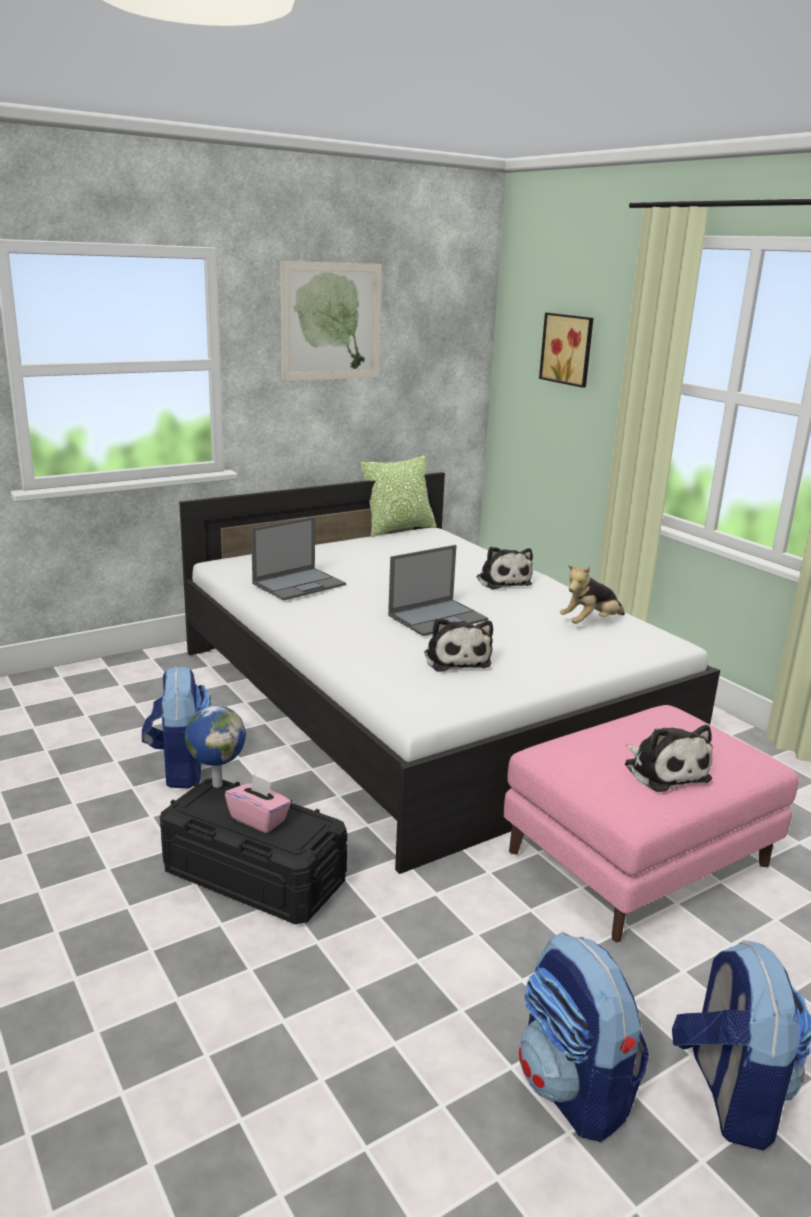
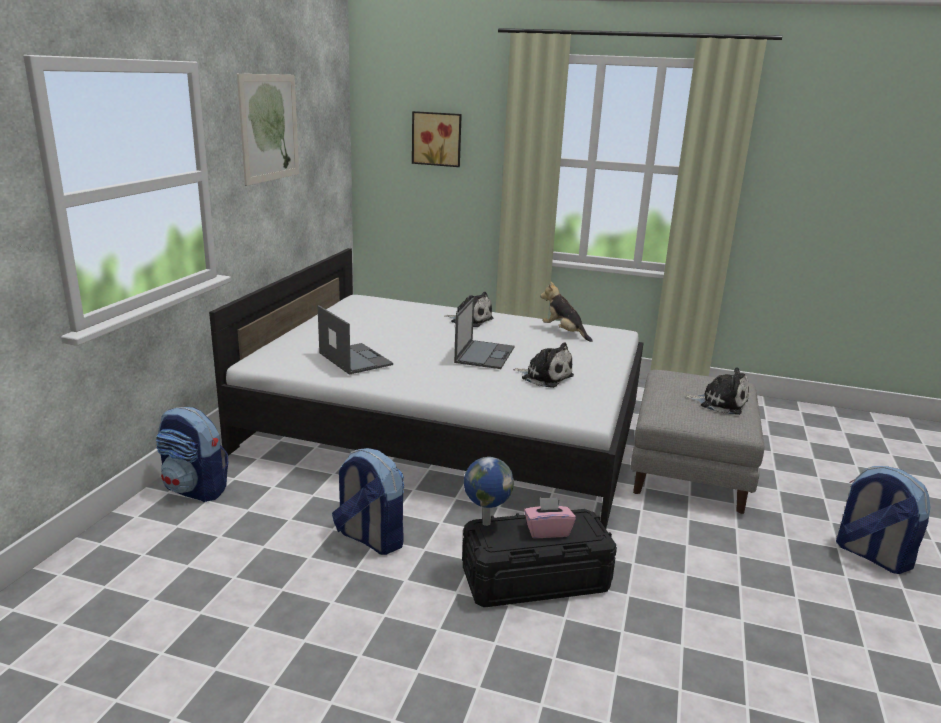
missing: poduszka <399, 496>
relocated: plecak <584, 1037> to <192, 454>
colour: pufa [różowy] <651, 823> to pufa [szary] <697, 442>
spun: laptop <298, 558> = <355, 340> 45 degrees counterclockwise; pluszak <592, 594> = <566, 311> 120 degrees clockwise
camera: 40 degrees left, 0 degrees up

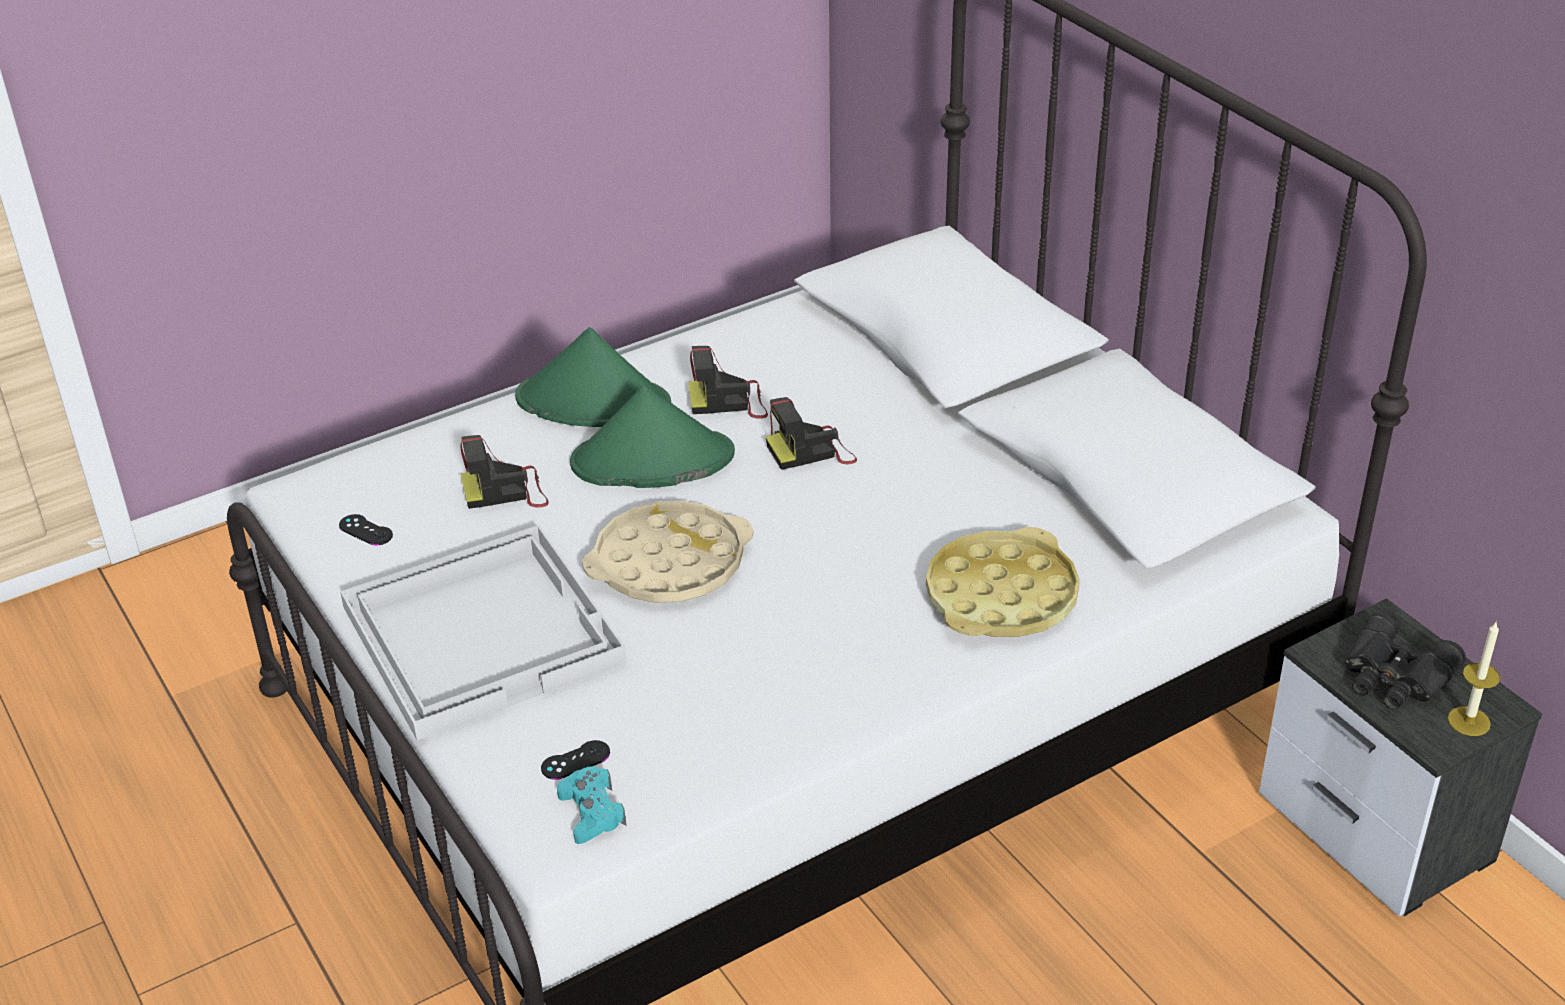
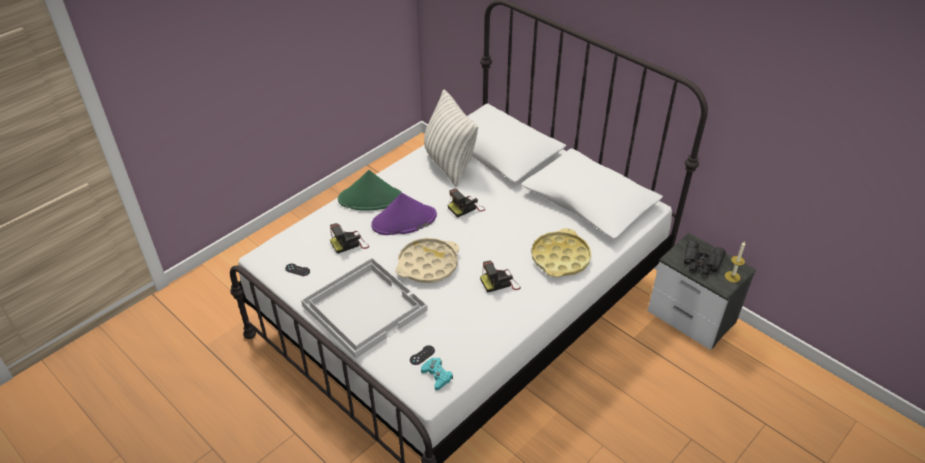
appeared: poduszka <451, 138>
relocated: aparat fotograficzny <728, 382> to <500, 277>
colour: kapelusz [zielony] <652, 436> to kapelusz [fioletowy] <404, 214>
camera: 15 degrees left, 5 degrees up

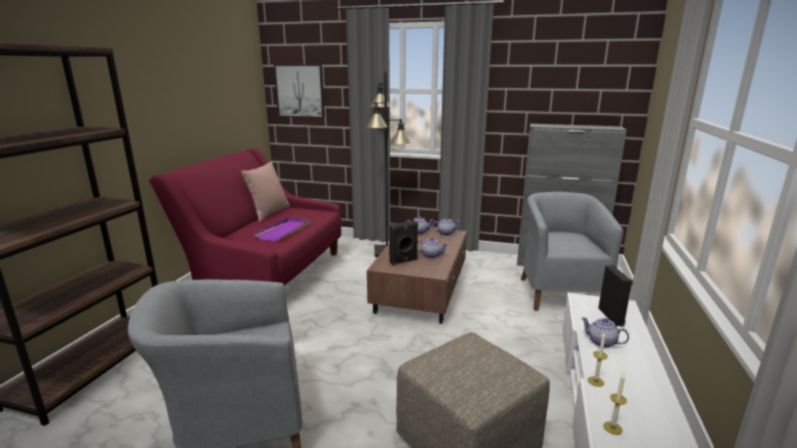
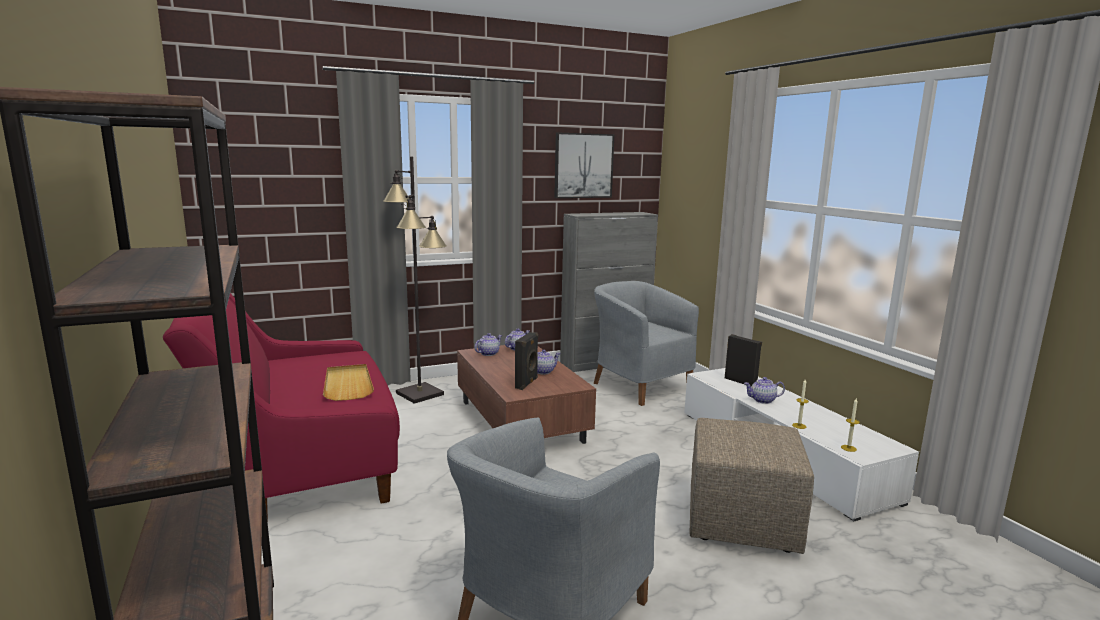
missing: poduszka [różowy] <265, 192>
relocated: obraz <299, 91> to <584, 165>
colour: taca [fioletowy] <281, 229> to taca [beżowy] <348, 382>
camera: 40 degrees left, 5 degrees down

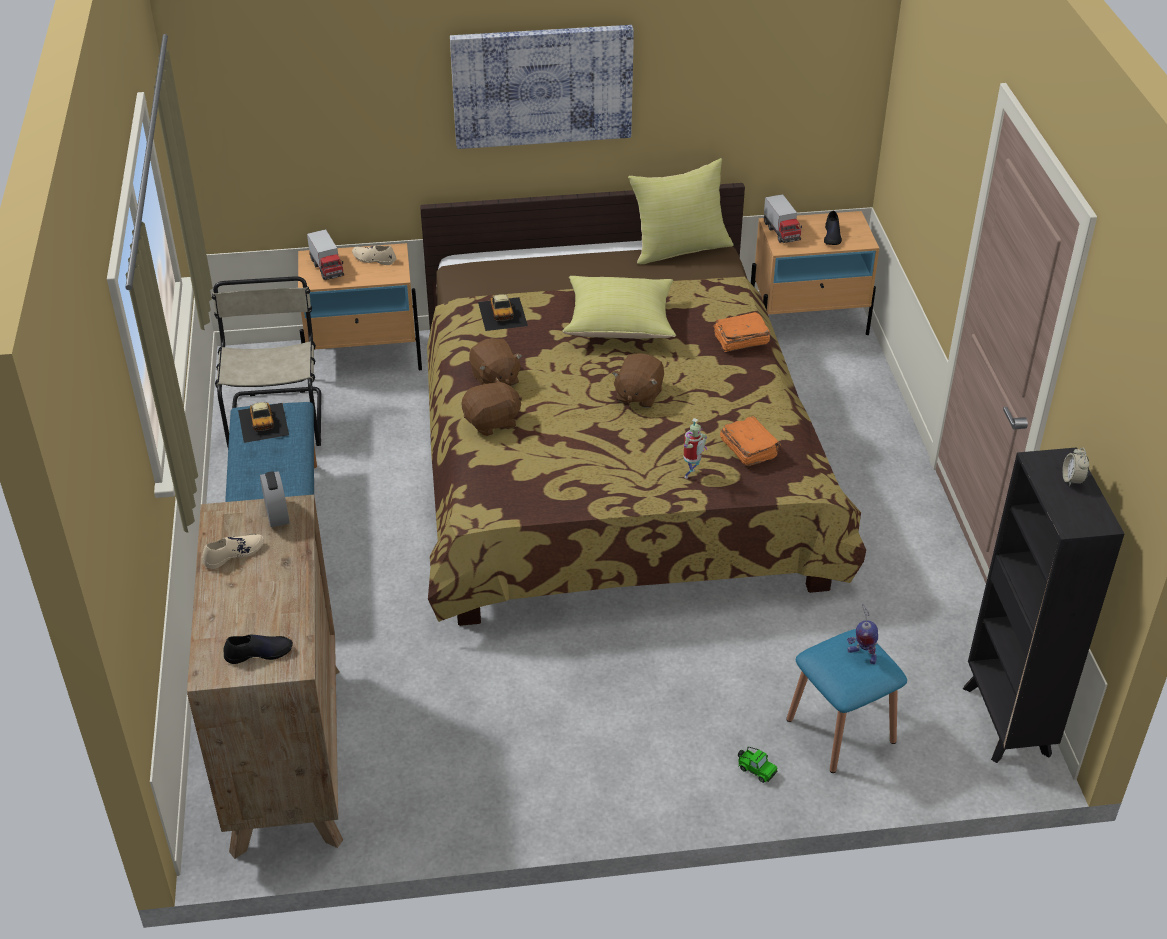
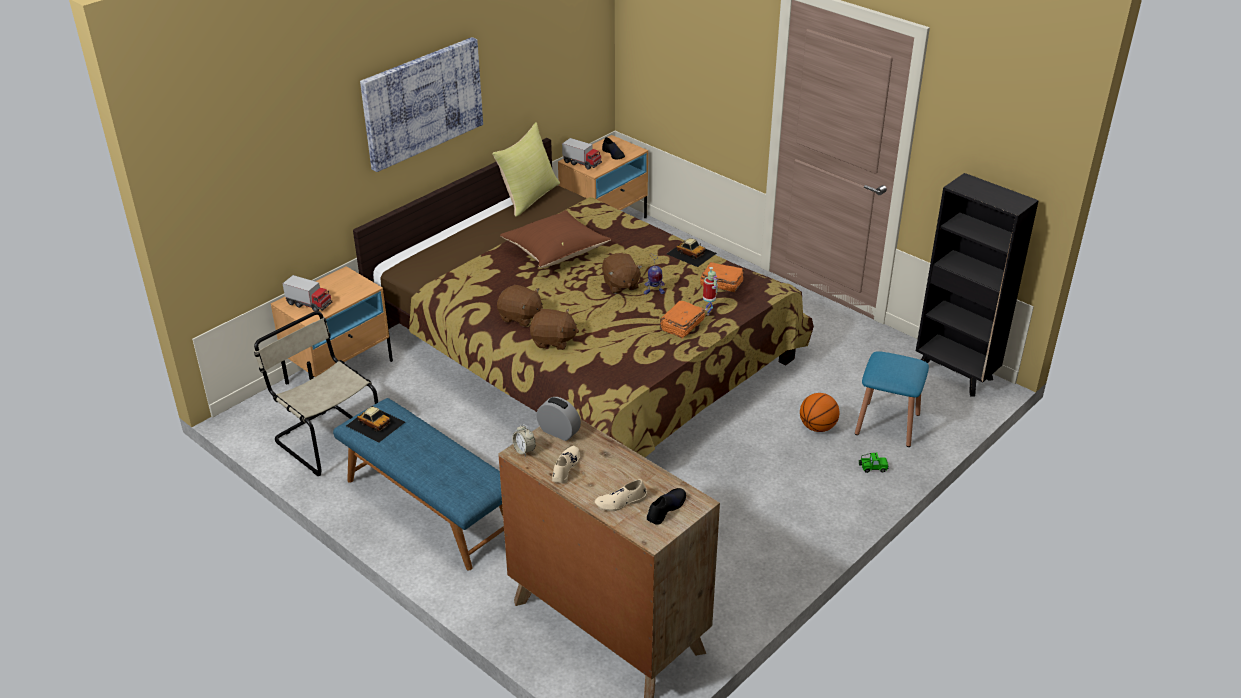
appeared: piłka do koszykówki <819, 412>
relocated: but [beżowy] <374, 255> to <621, 495>; samochodzik <503, 312> to <692, 252>; książka [pomarańczowy] <742, 332> to <682, 320>; robot zabawkowy <862, 634> to <654, 274>; budzik <1075, 467> to <524, 440>
colour: poduszka [żółty] <619, 307> to poduszka [brązowy] <555, 239>
spun: pluszak [brązowy] <492, 406> = <554, 329> 75 degrees clockwise
camera: 40 degrees left, 5 degrees down

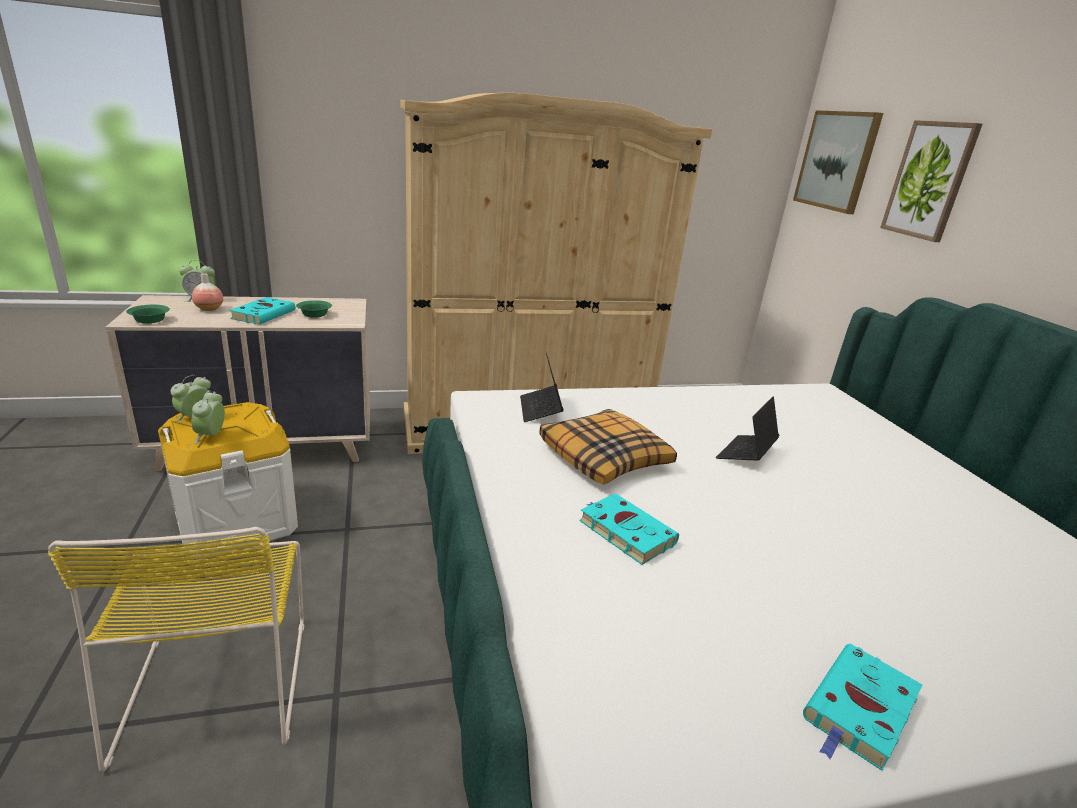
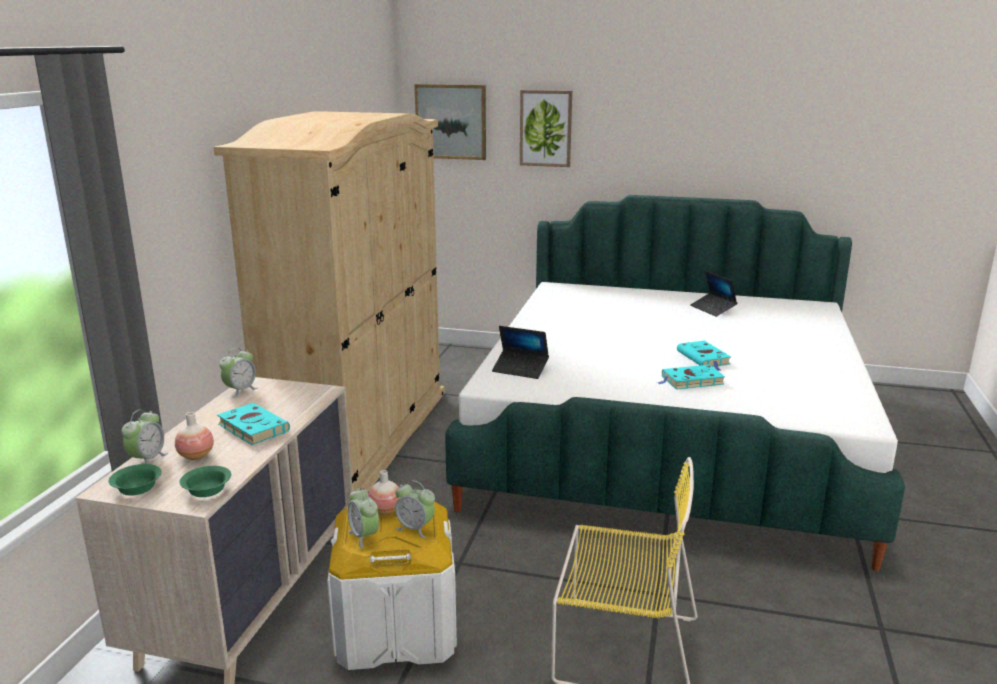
missing: poduszka <608, 447>
appeared: budzik <238, 373>; wazon <384, 492>
relocated: miska [zielony] <314, 308> to <135, 480>; laptop <747, 429> to <713, 294>; książka [turkusowy] <862, 707> to <704, 356>
camera: 60 degrees left, 5 degrees down

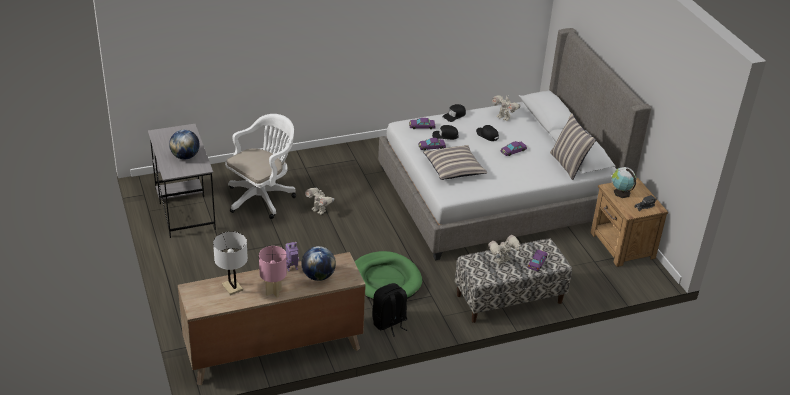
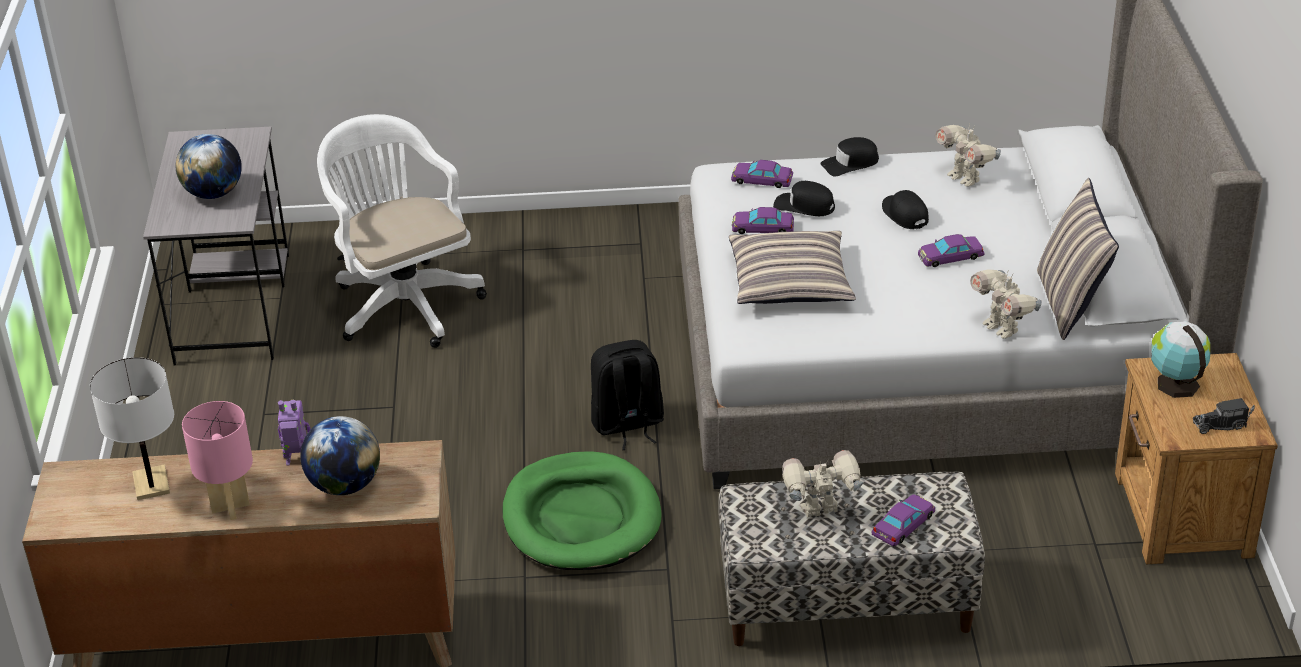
relocated: robot zabawkowy <319, 201> to <1006, 304>; plecak [czarny] <390, 310> to <627, 395>
spun: krzesło biurowe [biały] <260, 166> = <402, 231> 90 degrees counterclockwise
camera: 20 degrees right, 0 degrees up

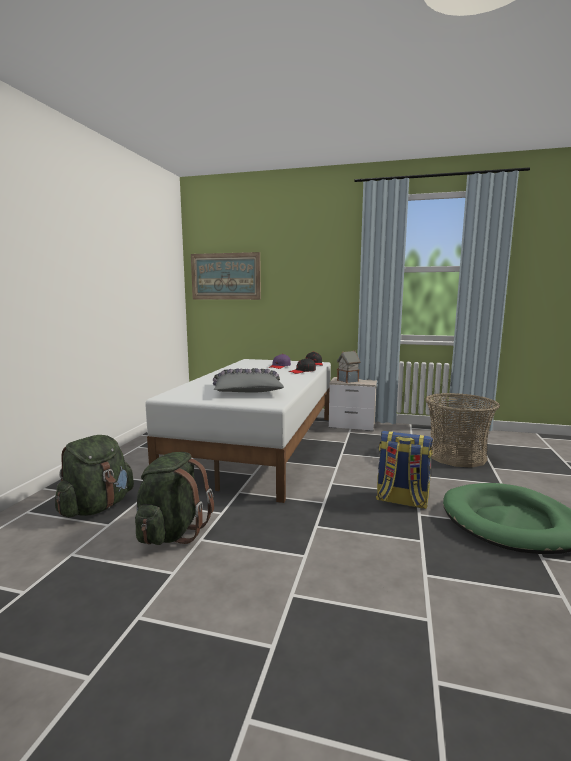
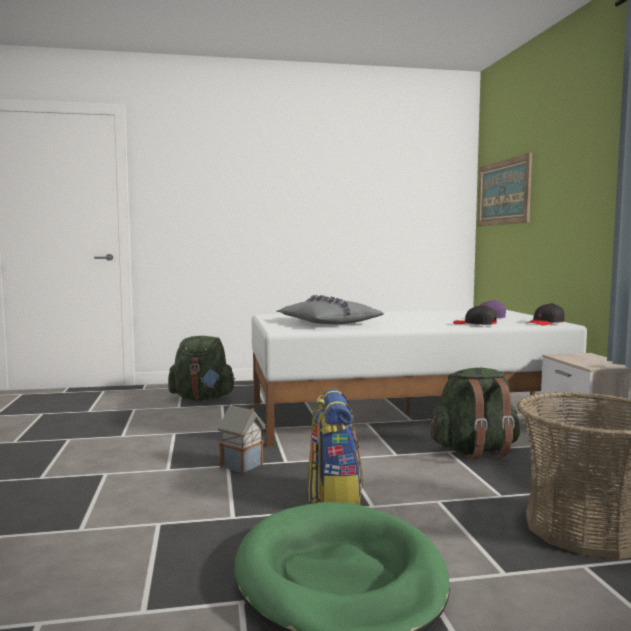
relocated: plecak [zielony] <174, 498> to <475, 414>; domek <349, 366> to <241, 439>
camera: 65 degrees right, 5 degrees down

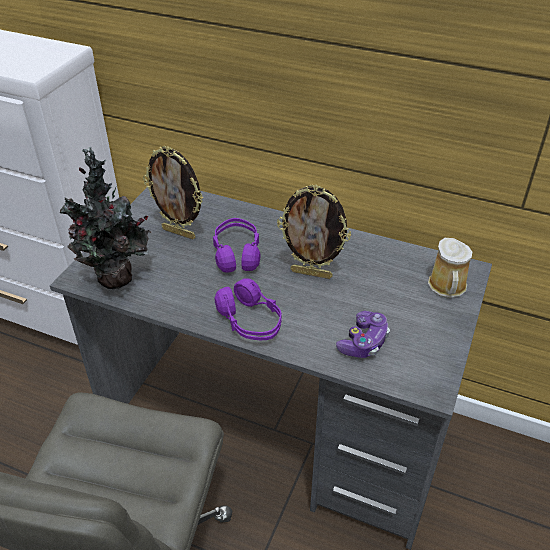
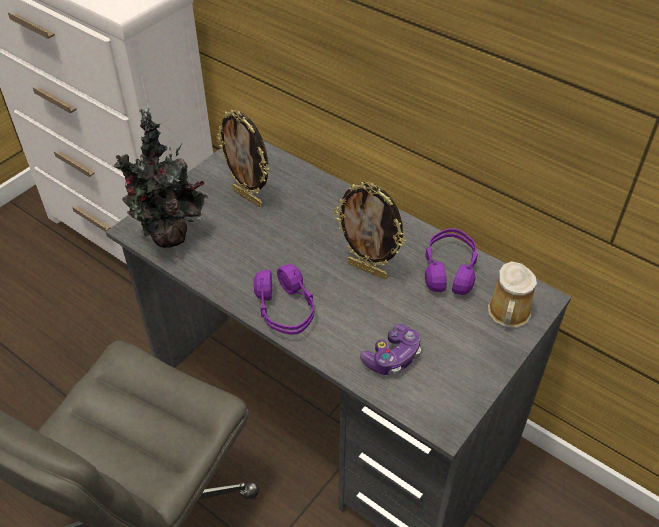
relocated: słuchawki [fioletowy] <236, 245> to <451, 261>
camera: 15 degrees right, 5 degrees up

